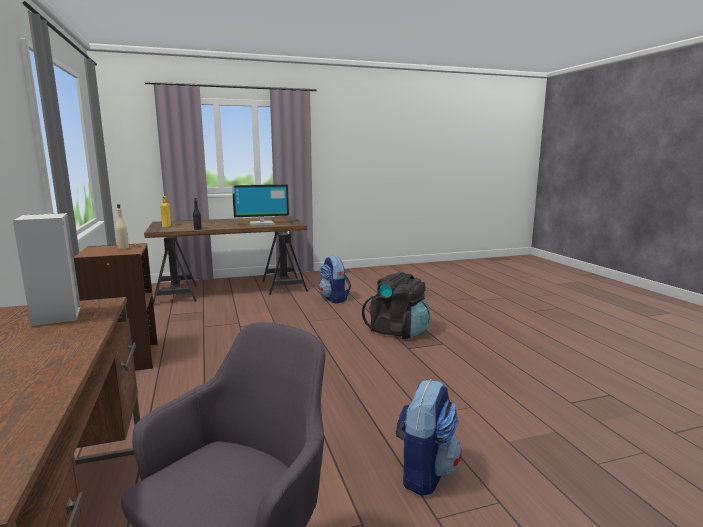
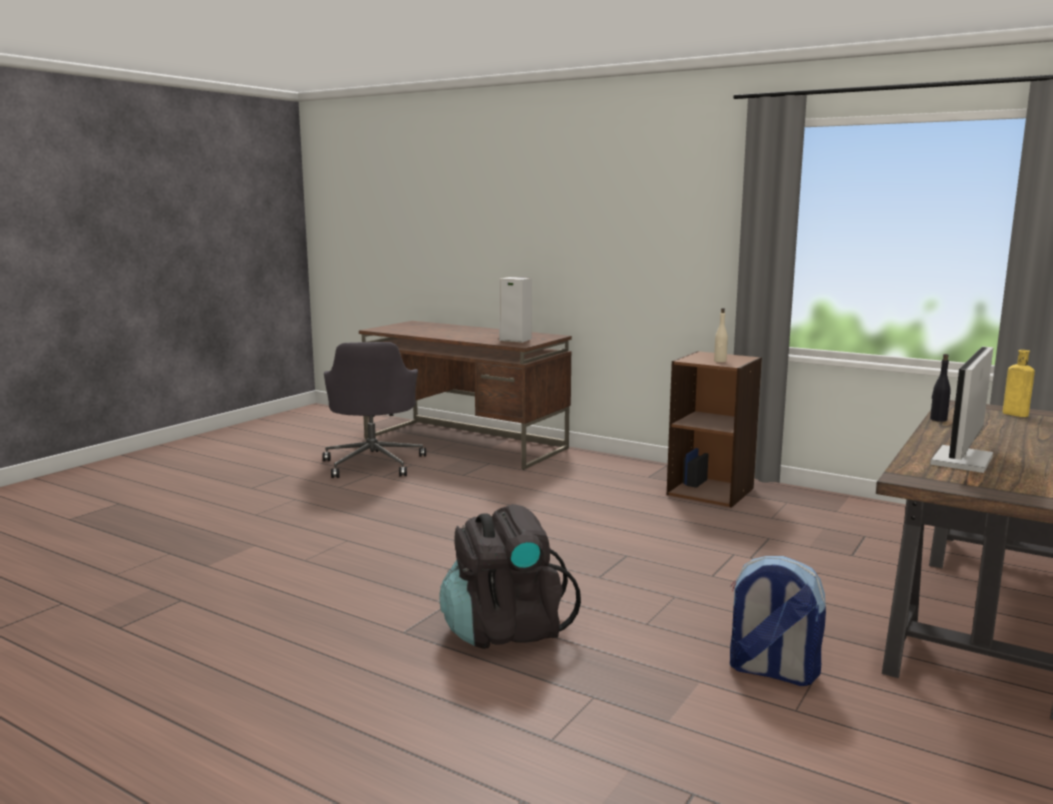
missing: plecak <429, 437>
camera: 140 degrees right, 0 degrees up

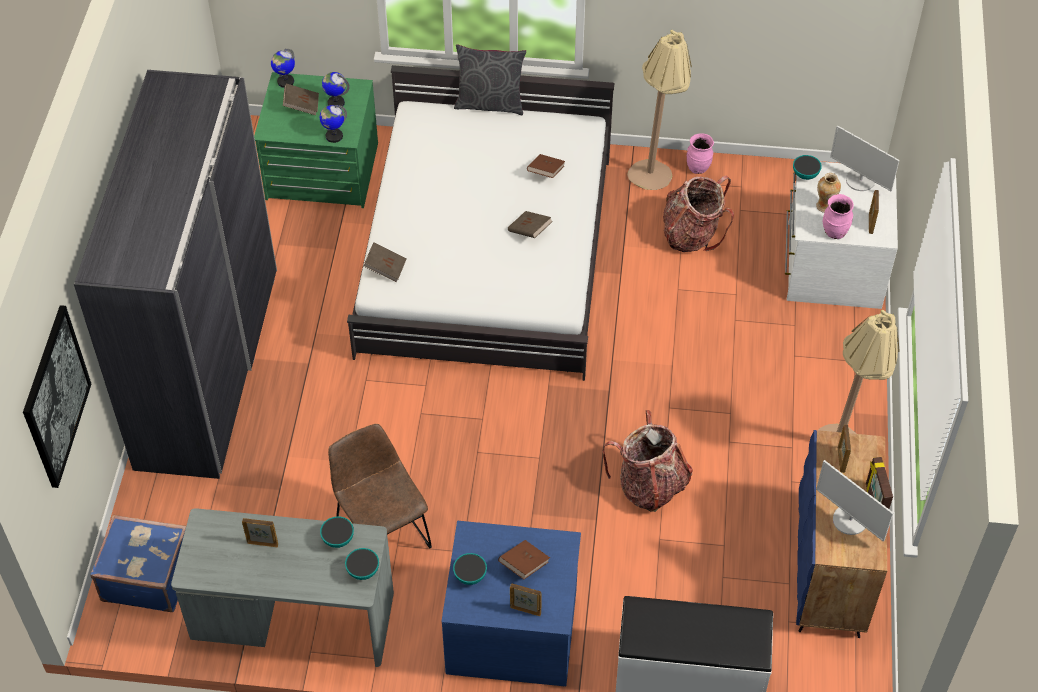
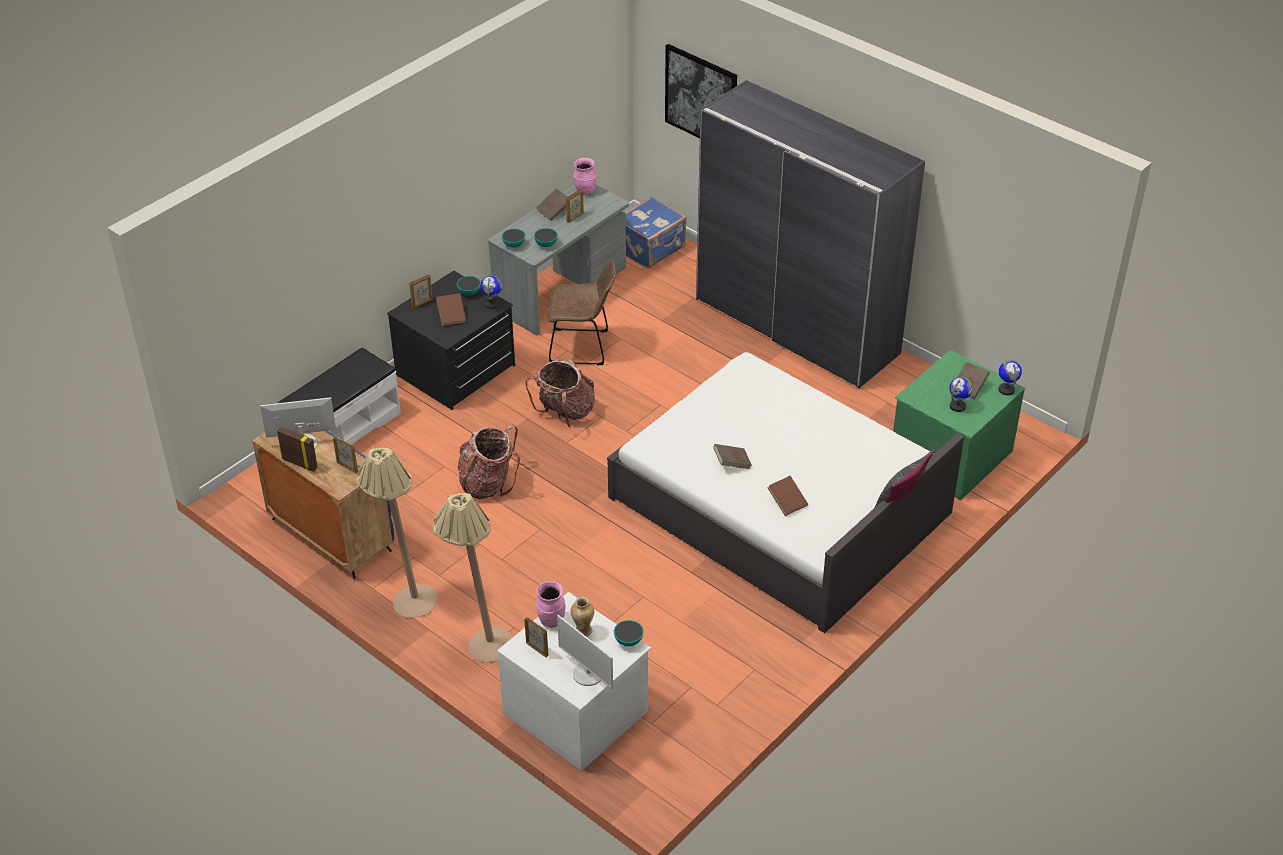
relocated: globus <333, 124> to <491, 292>; książka [brązowy] <385, 262> to <551, 205>; lampa stojąca [beżowy] <659, 110> to <472, 578>; plecak <698, 214> to <560, 393>; wazon [różowy] <700, 153> to <584, 177>
colour: komoda [niebieski] <511, 603> to komoda [czarny] <451, 340>
spun: monitor <864, 158> = <585, 652> 120 degrees counterclockwise
camera: 125 degrees right, 10 degrees down

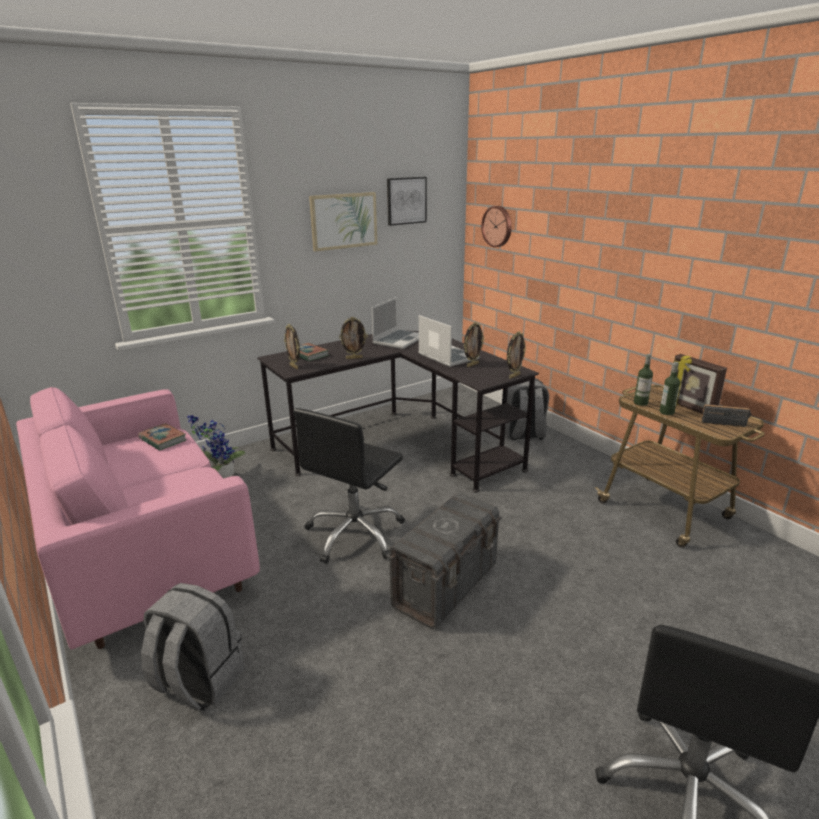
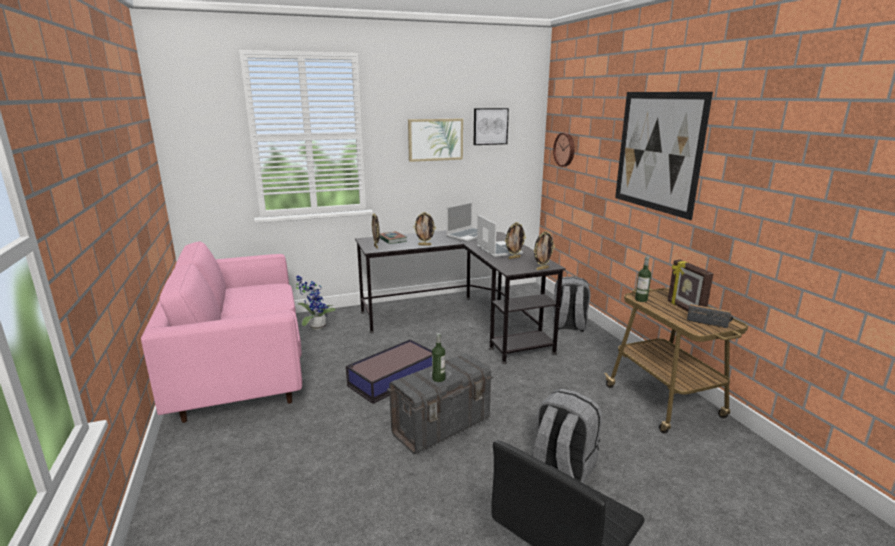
missing: książka <162, 437>
appeared: obraz <664, 156>
relocated: plecak [szary] <192, 647> to <567, 435>; butelka <670, 388> to <438, 357>
exchanged: krzesło biurowe [czarny] <349, 486> to pojemnik do przechowywania <389, 371>
camera: 15 degrees right, 5 degrees down

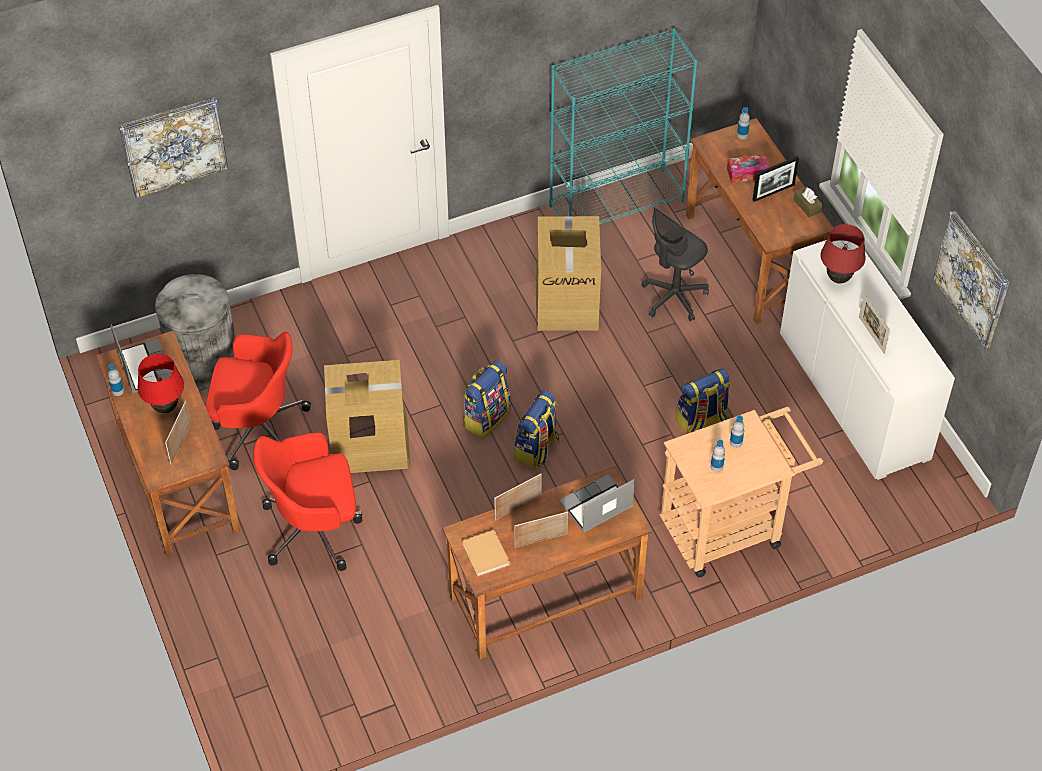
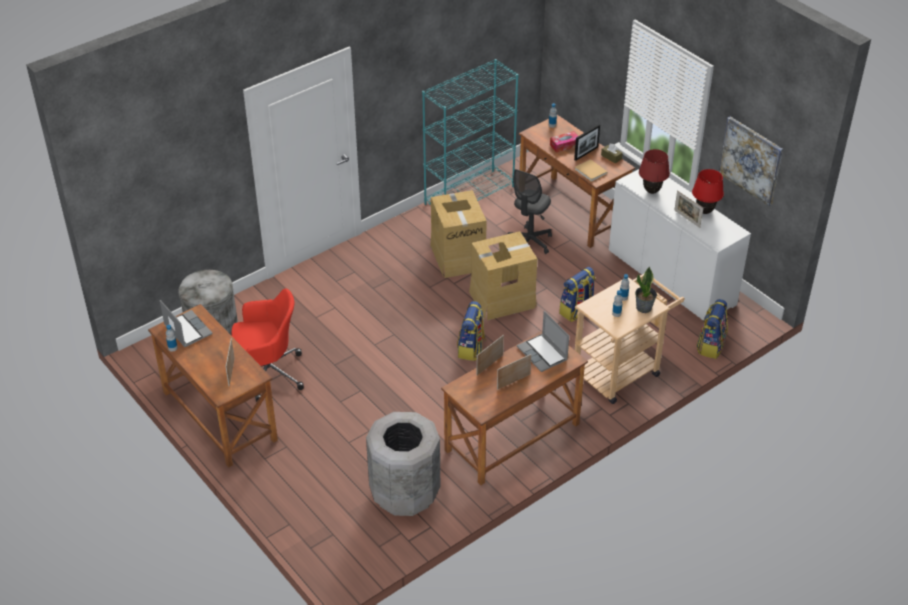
missing: obraz <173, 147>; krzesło biurowe [czerwony] <307, 502>
appeared: kosz na śmieci [szary] <403, 464>; roślina doniczkowa <646, 289>
relocated: lampa stołowa [czerwony] <160, 383> to <708, 191>; karton <367, 416> to <503, 275>; książka [beżowy] <486, 553> to <590, 170>; plecak <487, 399> to <712, 329>
spun: laptop <597, 503> = <543, 341> 75 degrees counterclockwise
camera: 15 degrees left, 10 degrees down

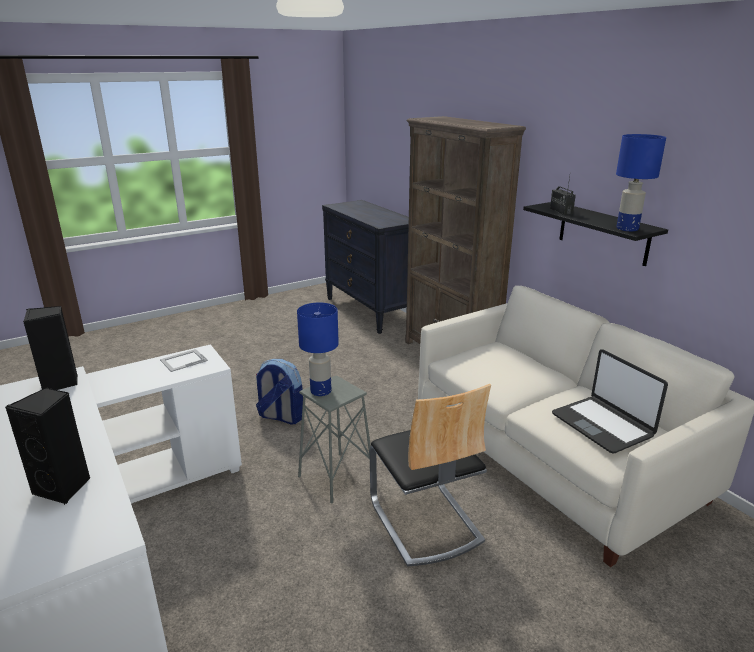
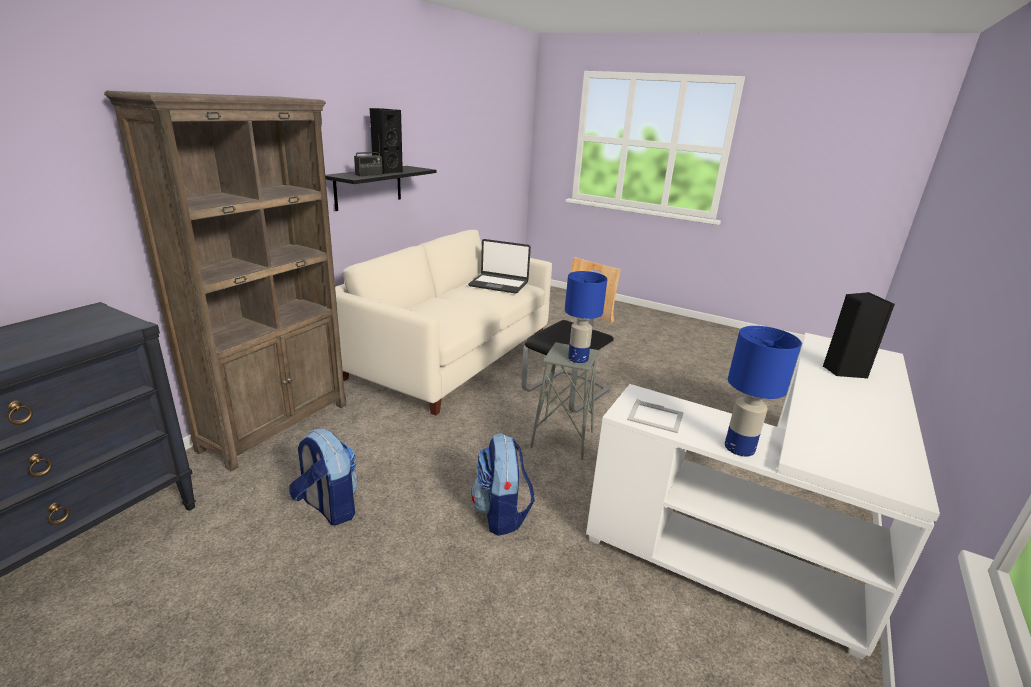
appeared: plecak <324, 477>
relocated: głośnik [czarny] <50, 348> to <386, 141>; lampa stołowa [niebieski] <641, 182> to <763, 391>
spun: laptop <610, 401> = <499, 266> 75 degrees clockwise
camera: 120 degrees left, 0 degrees up

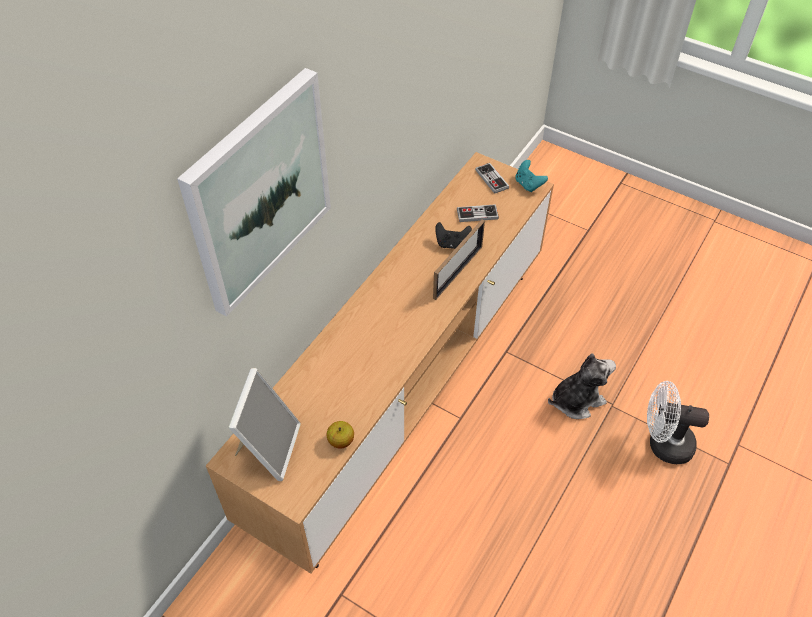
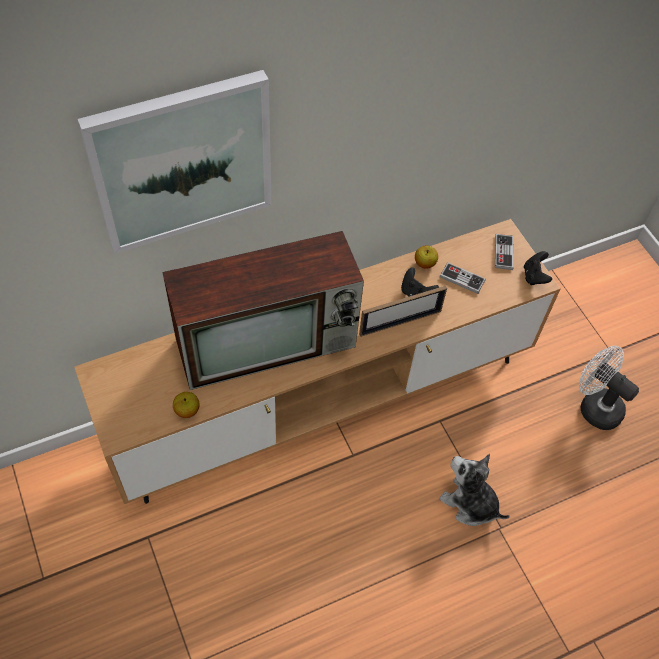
missing: ramka na zdjęcie <264, 424>
appeared: telewizor <263, 310>; jabłko <426, 257>
relocated: wentylator [biały] <678, 422> to <609, 388>
colour: pad do gier [turkusowy] <531, 176> to pad do gier [czarny] <538, 268>
spun: pluszak <582, 386> = <474, 489> 150 degrees counterclockwise
camera: 30 degrees right, 5 degrees up

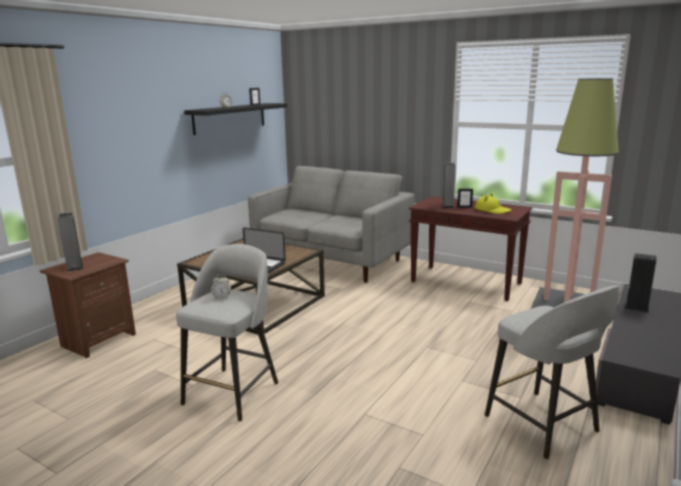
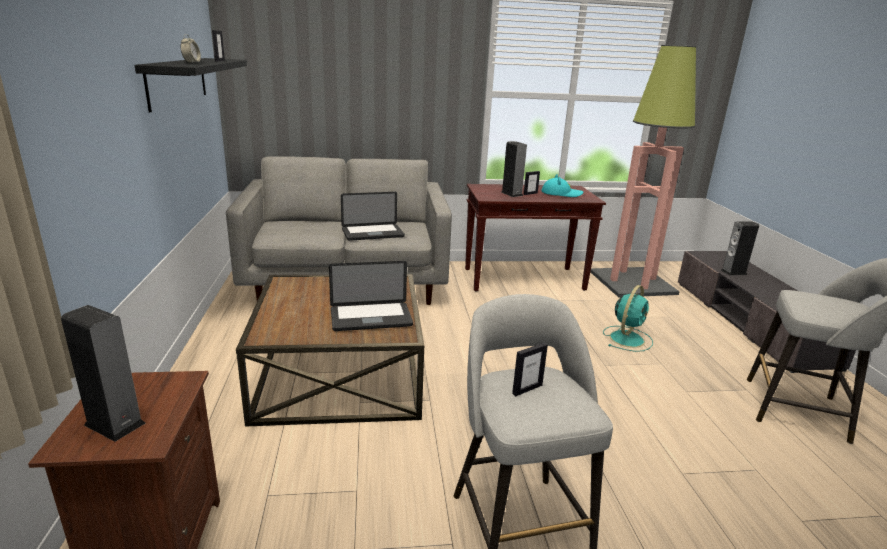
appeared: laptop <373, 216>; wentylator [turkusowy] <628, 318>
exchanged: budzik <221, 286> to ramka na zdjęcie <530, 369>
colour: kapelusz [żółty] <493, 203> to kapelusz [turkusowy] <562, 185>
camera: 40 degrees left, 5 degrees up

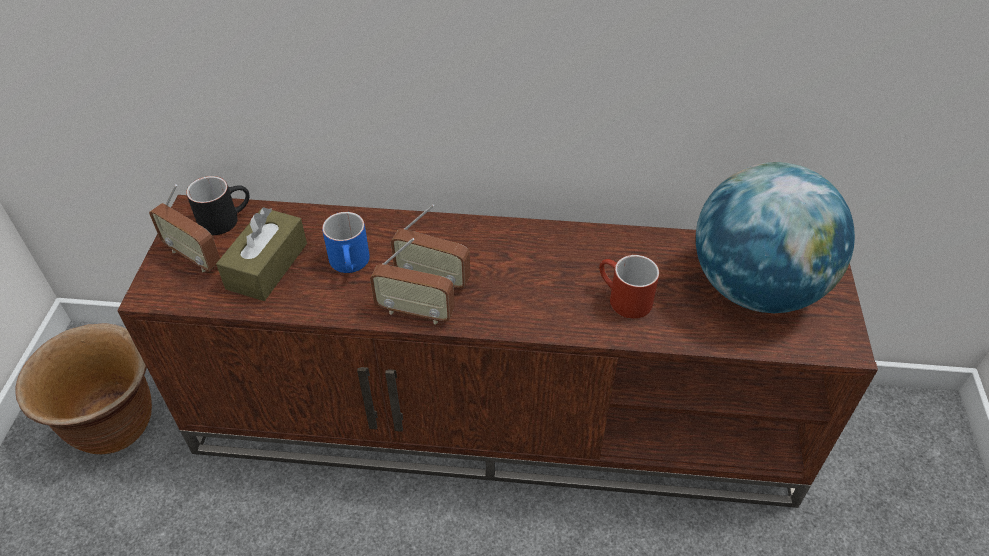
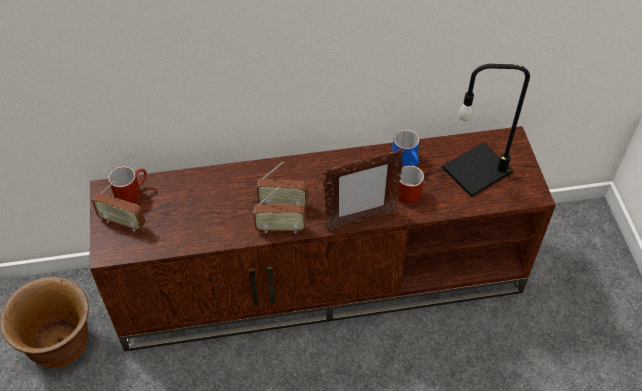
missing: pudełko chusteczek [brązowy] <261, 254>
appeared: ramka na zdjęcie <363, 188>
relocated: kubek [niebieski] <346, 242> to <406, 148>
exchanged: globus <775, 237> to lampa stołowa [czarny] <486, 130>
colour: kubek [czarny] <217, 205> to kubek [czerwony] <127, 184>
camera: 15 degrees left, 5 degrees up

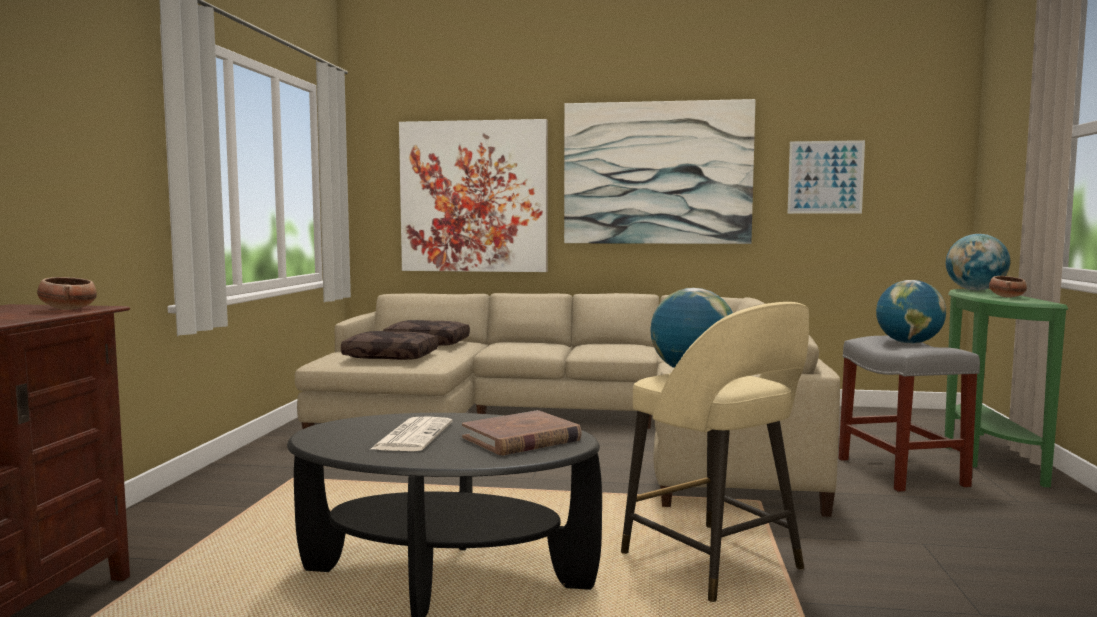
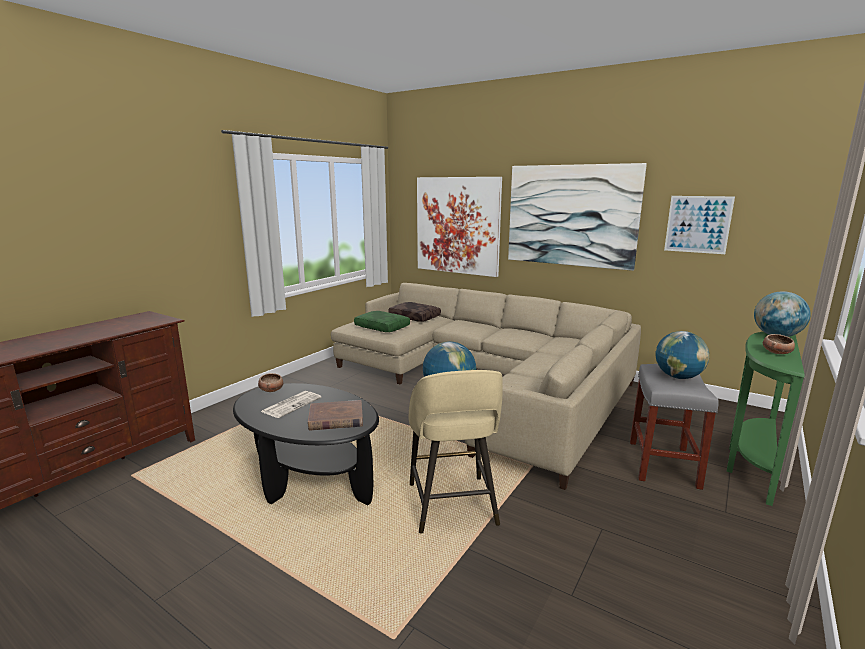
relocated: miska <67, 293> to <270, 382>
colour: poduszka [brązowy] <390, 345> to poduszka [zielony] <382, 321>
camera: 25 degrees right, 10 degrees up

